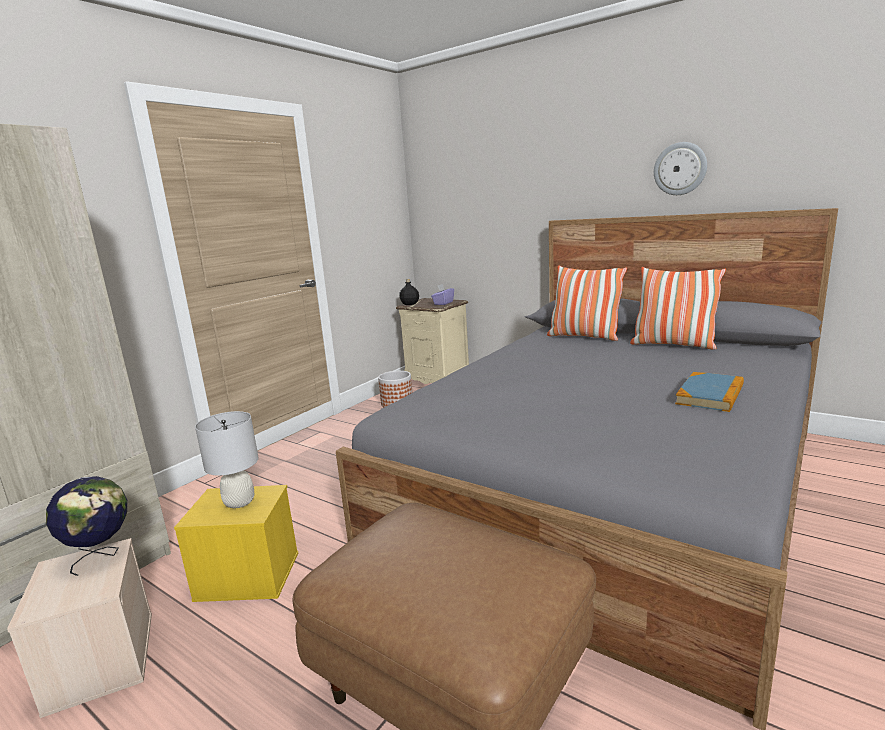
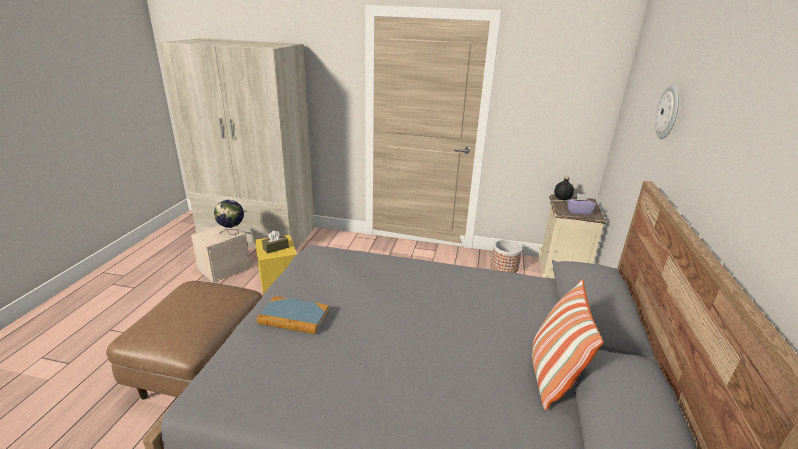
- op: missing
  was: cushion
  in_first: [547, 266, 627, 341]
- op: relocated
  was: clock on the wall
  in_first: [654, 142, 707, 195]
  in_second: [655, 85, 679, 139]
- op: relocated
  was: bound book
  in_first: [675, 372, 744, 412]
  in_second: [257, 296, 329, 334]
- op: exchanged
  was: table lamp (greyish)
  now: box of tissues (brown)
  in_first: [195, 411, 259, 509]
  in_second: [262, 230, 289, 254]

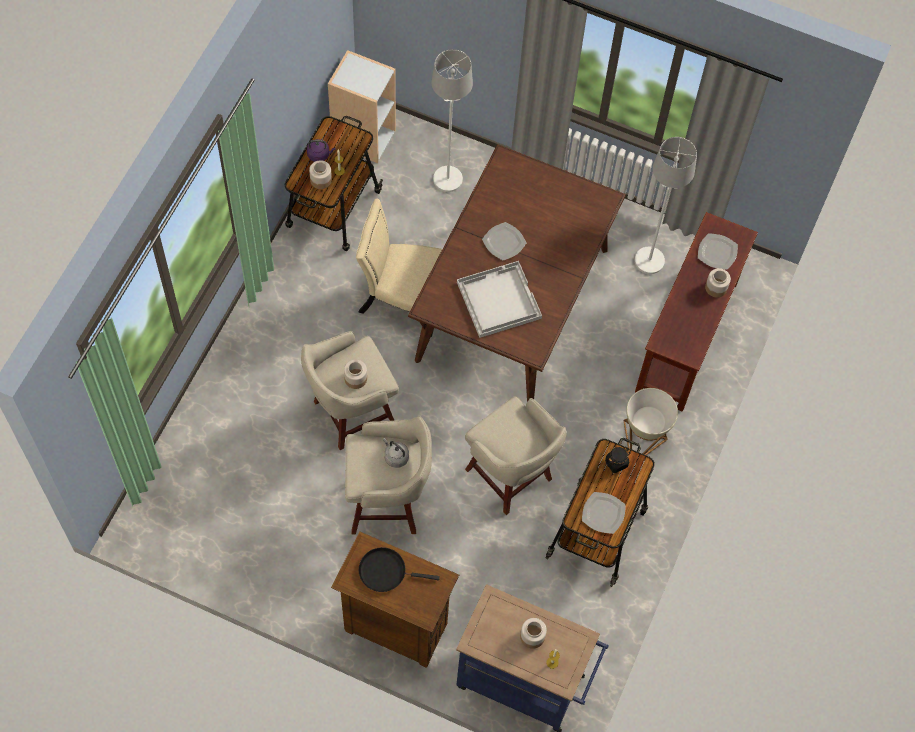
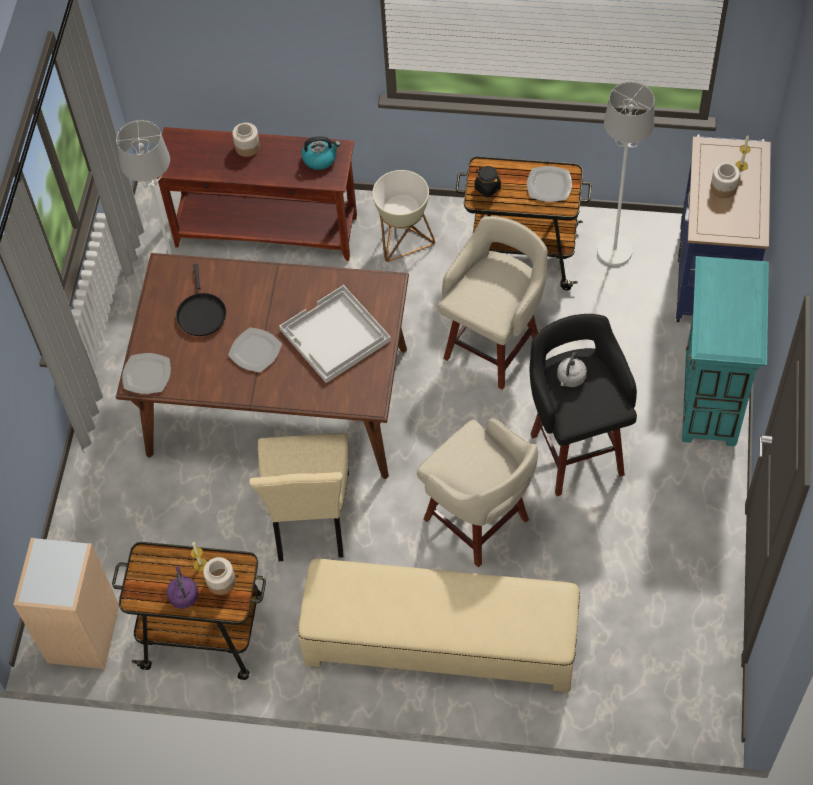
- op: missing
  was: storage jar
  in_first: [344, 360, 367, 389]
- op: appeared
  now: long seat (sand-coloured)
  in_second: [298, 559, 580, 692]
- op: appeared
  now: tea kettle
  in_second: [302, 136, 340, 170]
- op: relocated
  was: skillet (black)
  in_first: [359, 547, 440, 592]
  in_second: [176, 264, 226, 336]
- op: relocated
  was: standard lamp (white)
  in_first: [431, 49, 473, 192]
  in_second: [597, 82, 654, 266]
- op: relocated
  was: dinner plate
  in_first: [698, 233, 738, 270]
  in_second: [122, 353, 171, 394]
- op: colour
  was: cupboard (brown)
  now: cupboard (blue-green)
  in_first: [331, 531, 459, 668]
  in_second: [682, 256, 769, 446]
- op: colour
  was: stool seat (sand-coloured)
  now: stool seat (black)
  in_first: [345, 416, 432, 534]
  in_second: [530, 314, 637, 496]

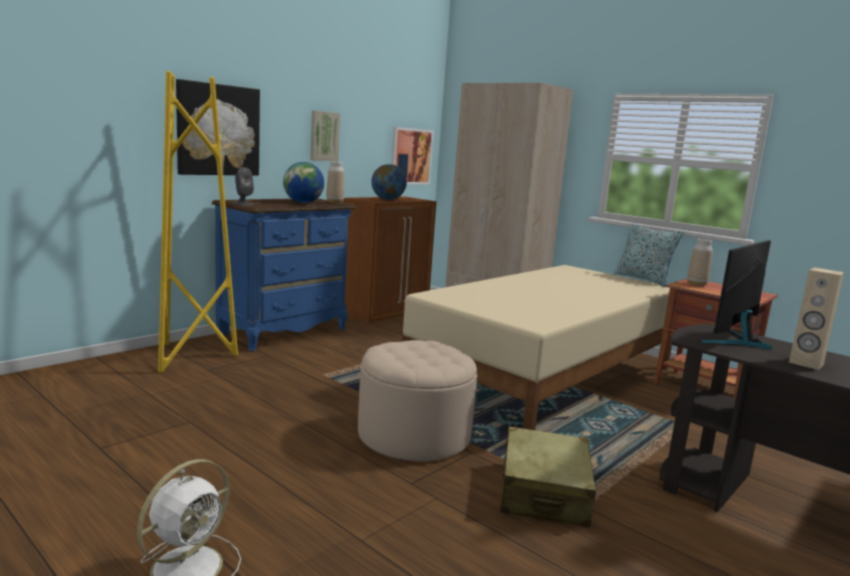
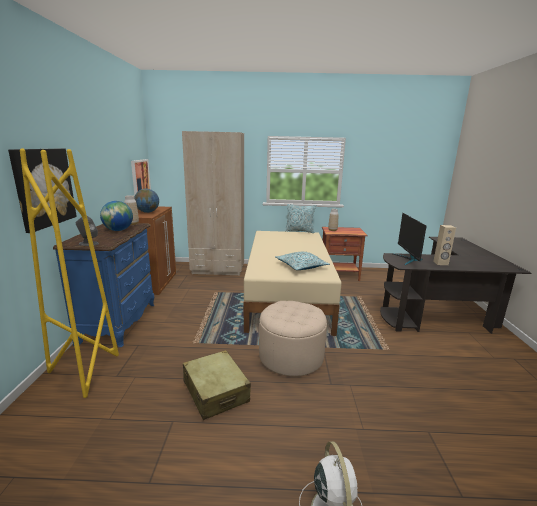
- op: missing
  was: wall picture
  in_first: [310, 111, 340, 161]
- op: appeared
  now: cushion
  in_second: [275, 252, 330, 270]
- op: relocated
  was: travel case (sand-coloured)
  in_first: [500, 426, 596, 528]
  in_second: [183, 350, 251, 420]

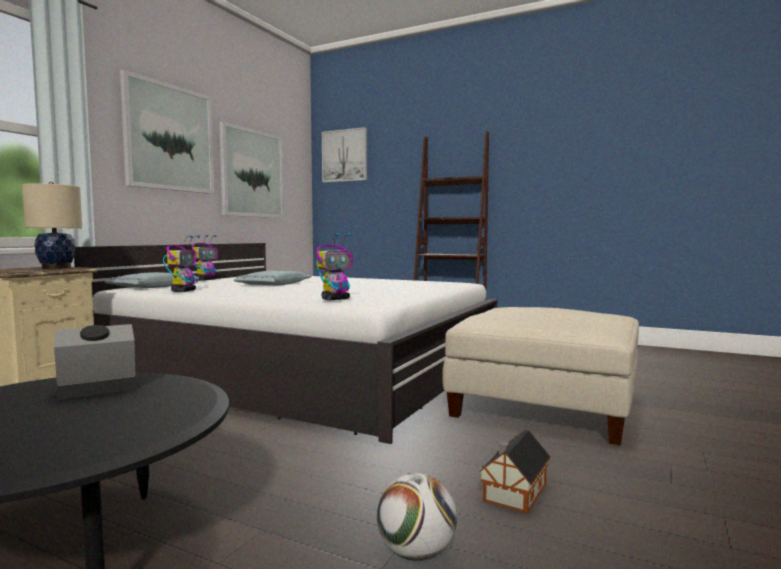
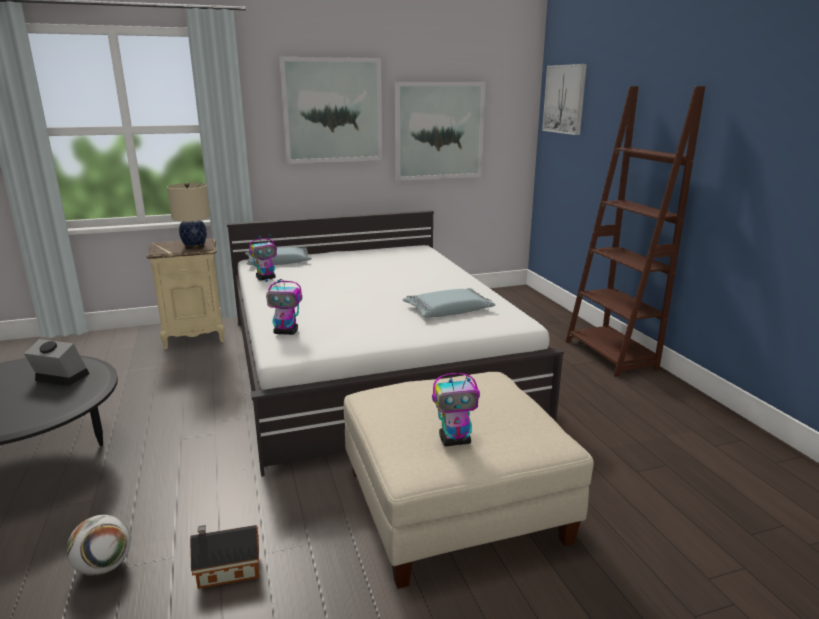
- op: relocated
  was: toy robot
  in_first: [192, 235, 218, 281]
  in_second: [432, 373, 480, 446]
- op: relocated
  was: cushion (bluish)
  in_first: [234, 271, 311, 285]
  in_second: [403, 288, 496, 317]

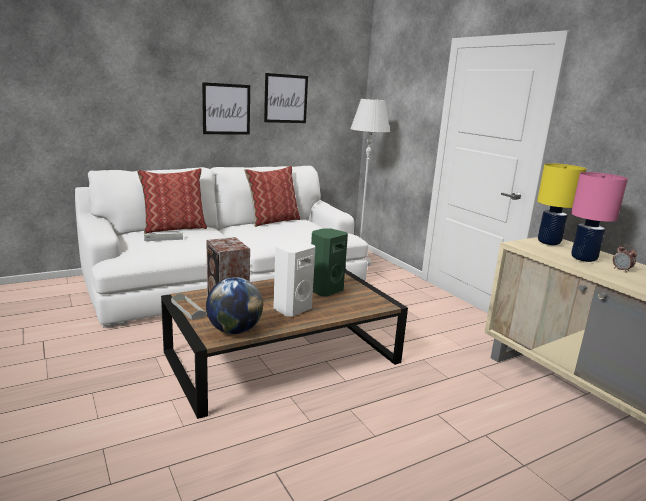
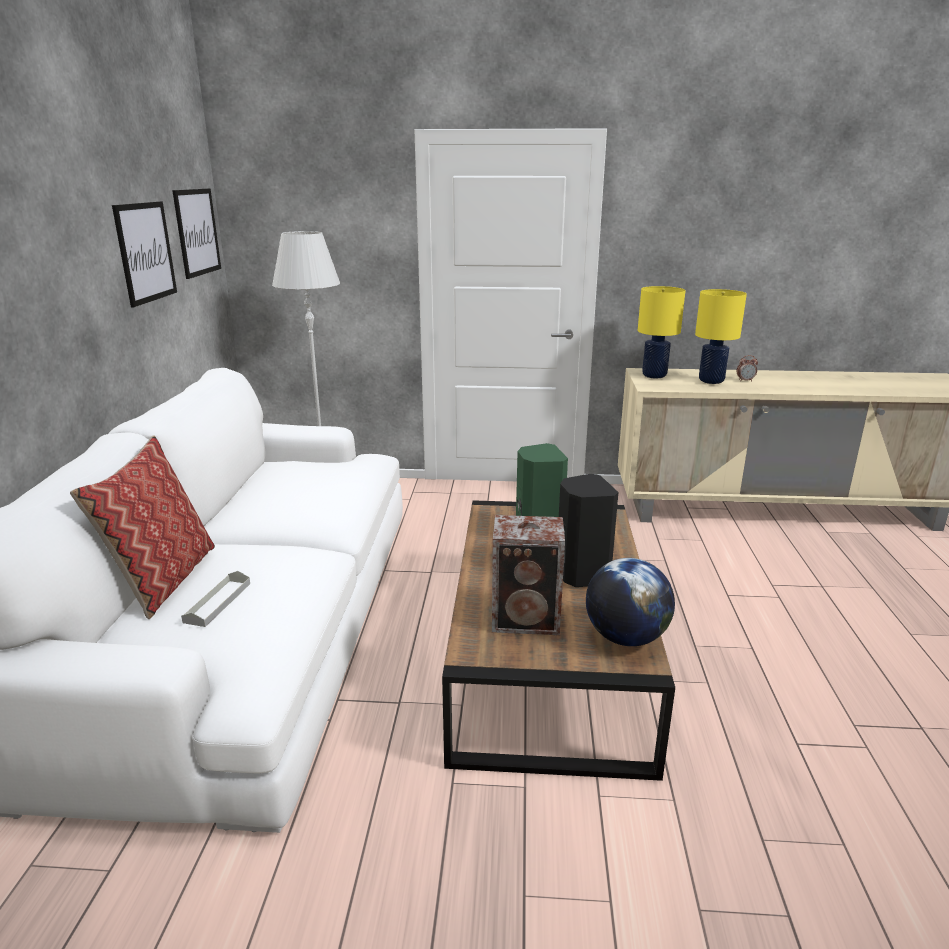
- op: missing
  was: serving tray (greyish)
  in_first: [171, 293, 206, 320]
- op: missing
  was: cushion
  in_first: [244, 166, 300, 227]
- op: relocated
  was: wall picture
  in_first: [202, 82, 250, 135]
  in_second: [172, 188, 221, 279]
- op: colour
  was: audio speaker (white)
  now: audio speaker (black)
  in_first: [273, 241, 315, 316]
  in_second: [559, 474, 618, 587]
- op: colour
  was: table lamp (pinkish)
  now: table lamp (yellow)
  in_first: [571, 172, 628, 262]
  in_second: [695, 289, 747, 384]

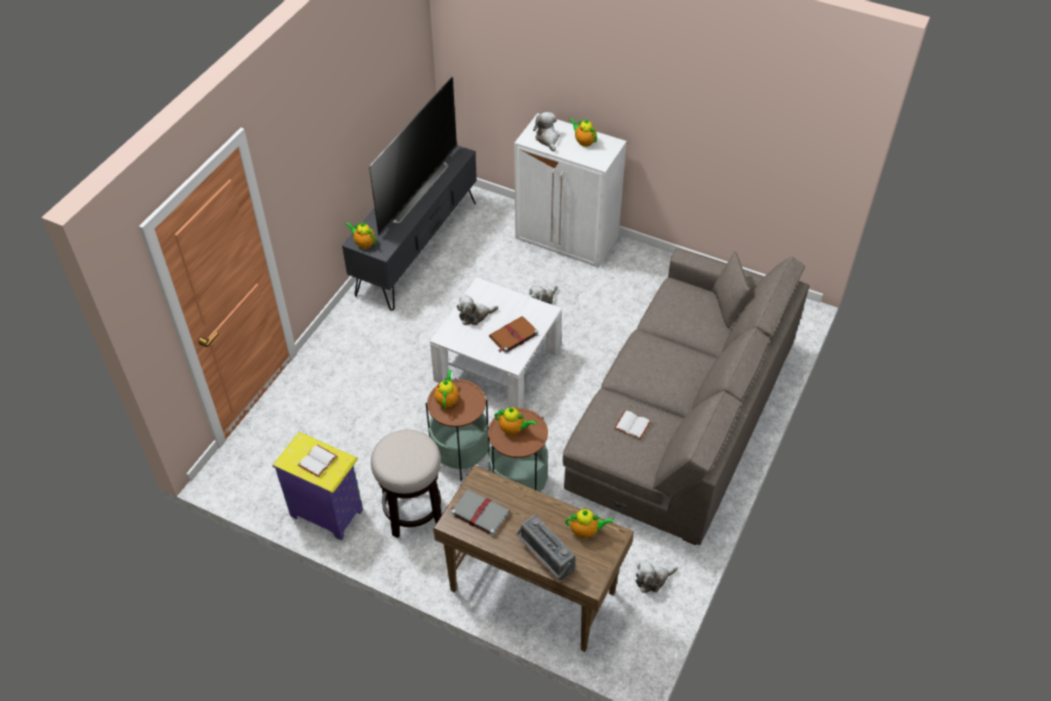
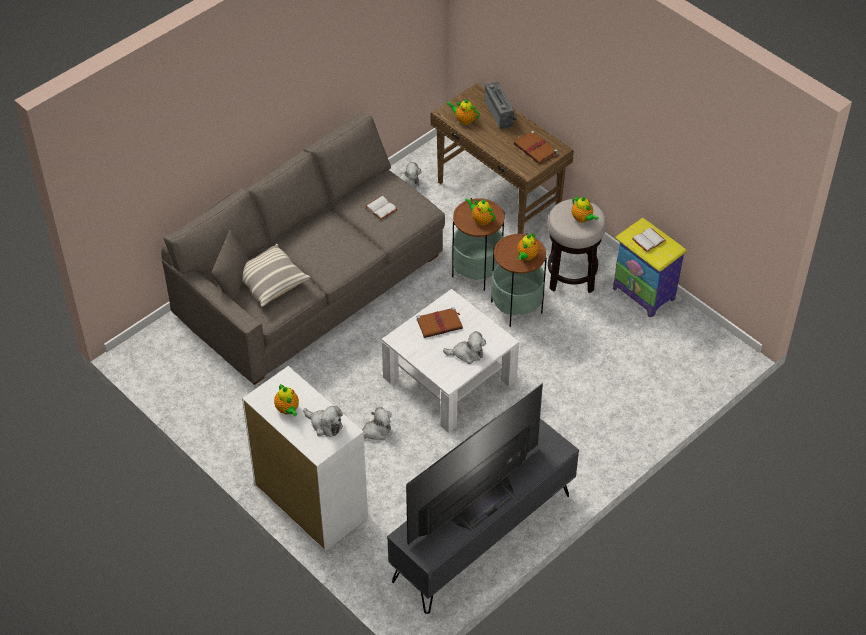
- op: appeared
  now: cushion
  in_second: [242, 244, 311, 307]
- op: relocated
  was: tea pot
  in_first: [345, 222, 377, 249]
  in_second: [572, 196, 599, 223]
- op: colour
  was: bound book (greyish)
  now: bound book (brown)
  in_first: [451, 489, 510, 537]
  in_second: [514, 130, 558, 164]
- op: spun
  was: cuddly toy
  in_first: [533, 112, 559, 152]
  in_second: [303, 406, 343, 437]
  clockwise: -60

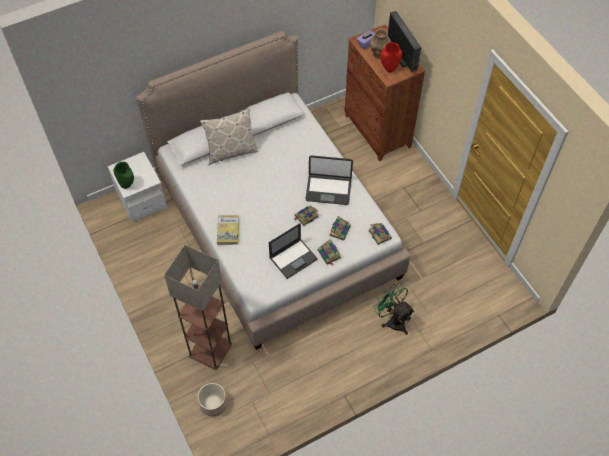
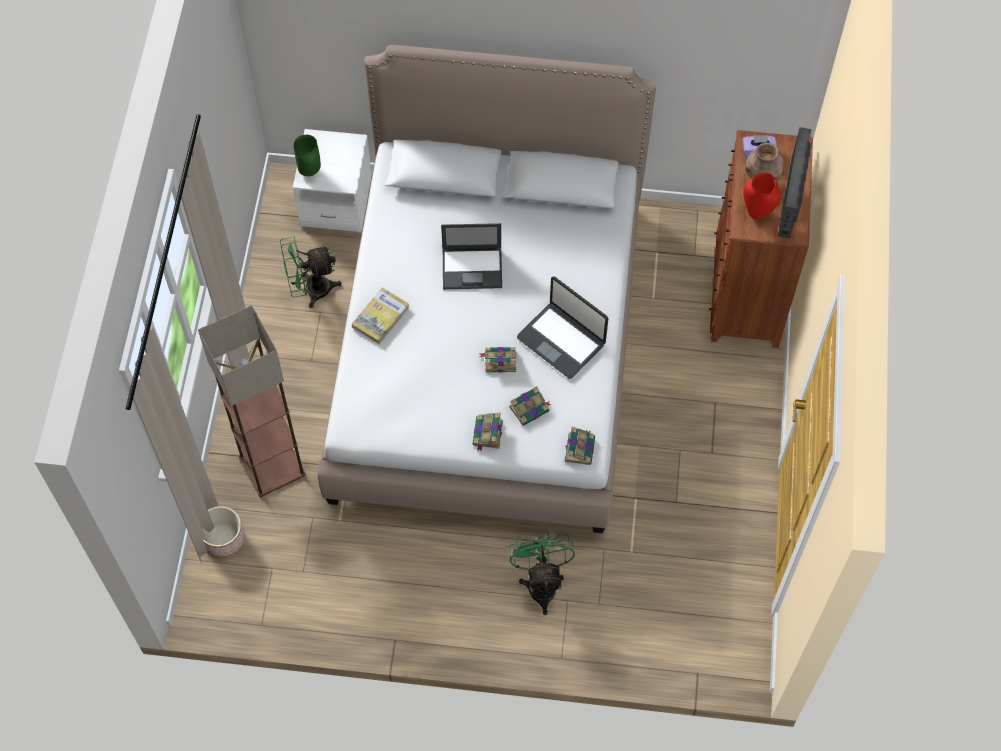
- op: missing
  was: cushion
  in_first: [200, 108, 258, 165]
- op: appeared
  now: fan (green)
  in_second: [280, 236, 342, 308]
- op: relocated
  was: portable computer
  in_first: [269, 223, 318, 279]
  in_second: [441, 223, 502, 289]

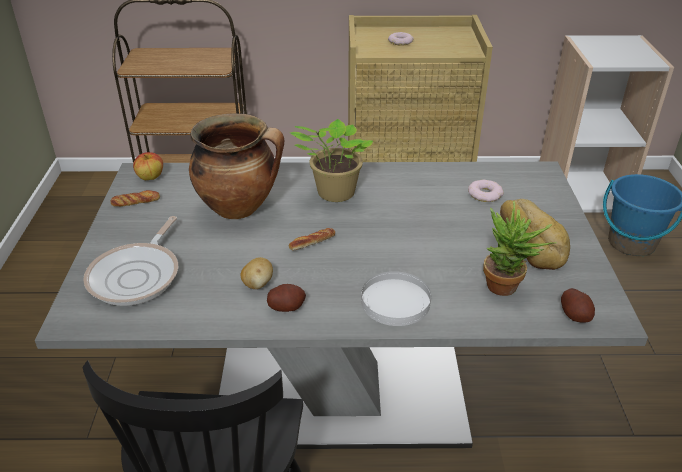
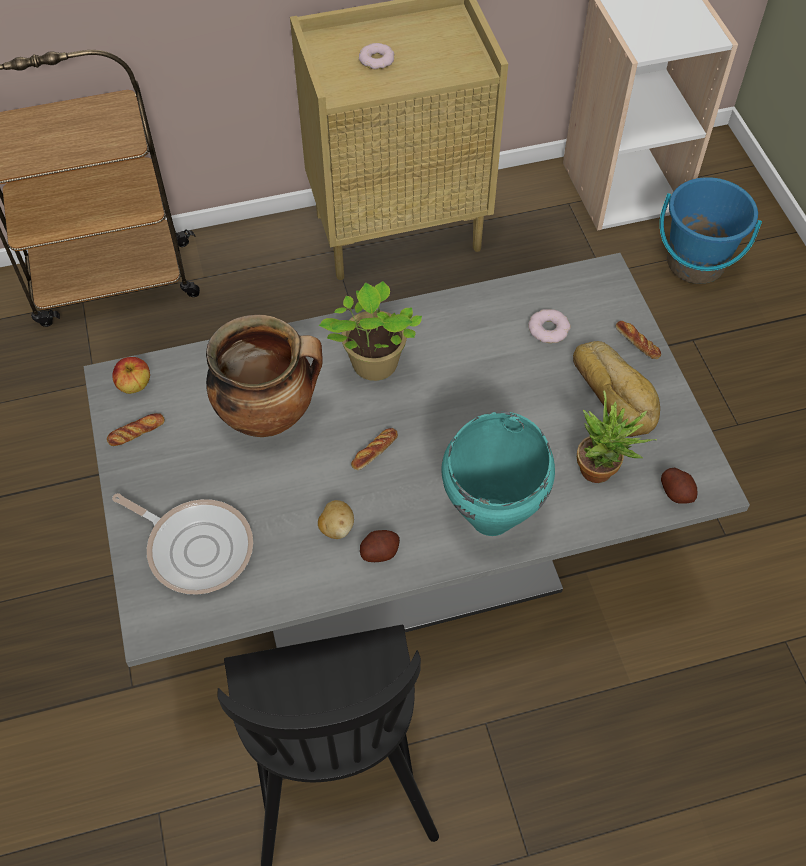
- op: appeared
  now: bread
  in_second: [615, 321, 661, 359]
- op: exchanged
  was: dinner plate (white)
  now: cooking pot (blue-green)
  in_first: [361, 271, 431, 326]
  in_second: [442, 412, 555, 536]
- op: spun
  was: skillet
  in_first: [83, 216, 178, 306]
  in_second: [112, 493, 253, 595]
  clockwise: -60

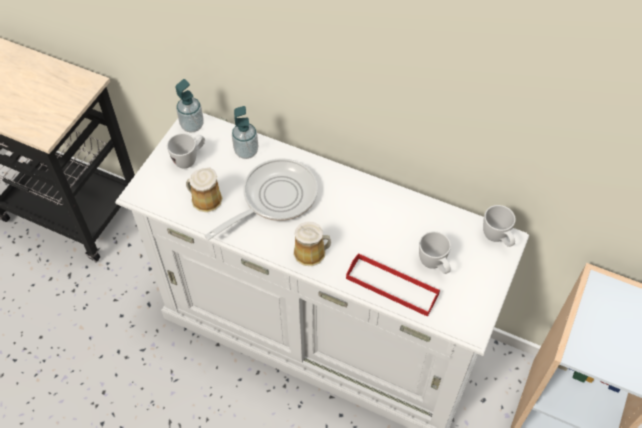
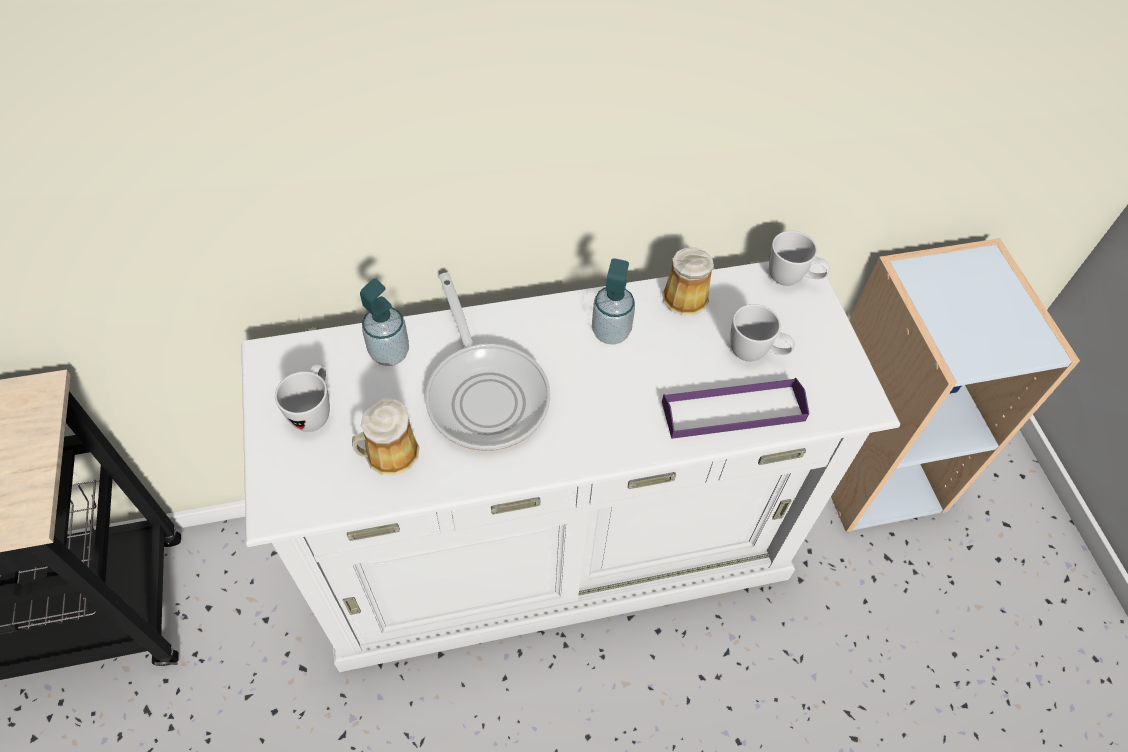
- op: relocated
  was: soap bottle
  in_first: [176, 79, 204, 132]
  in_second: [592, 258, 635, 344]
- op: relocated
  was: tea mug
  in_first: [293, 221, 331, 266]
  in_second: [662, 248, 714, 315]
- op: colour
  was: serving tray (reddish)
  now: serving tray (purple-coloured)
  in_first: [346, 253, 440, 317]
  in_second: [662, 378, 809, 439]
- op: spun
  was: skillet
  in_first: [204, 158, 318, 240]
  in_second: [425, 272, 550, 451]
  clockwise: 150

